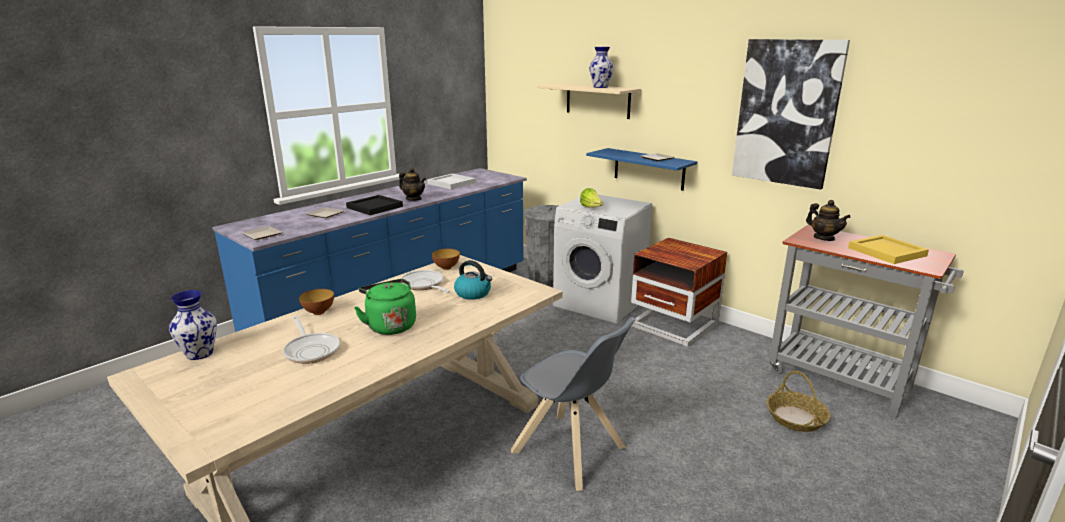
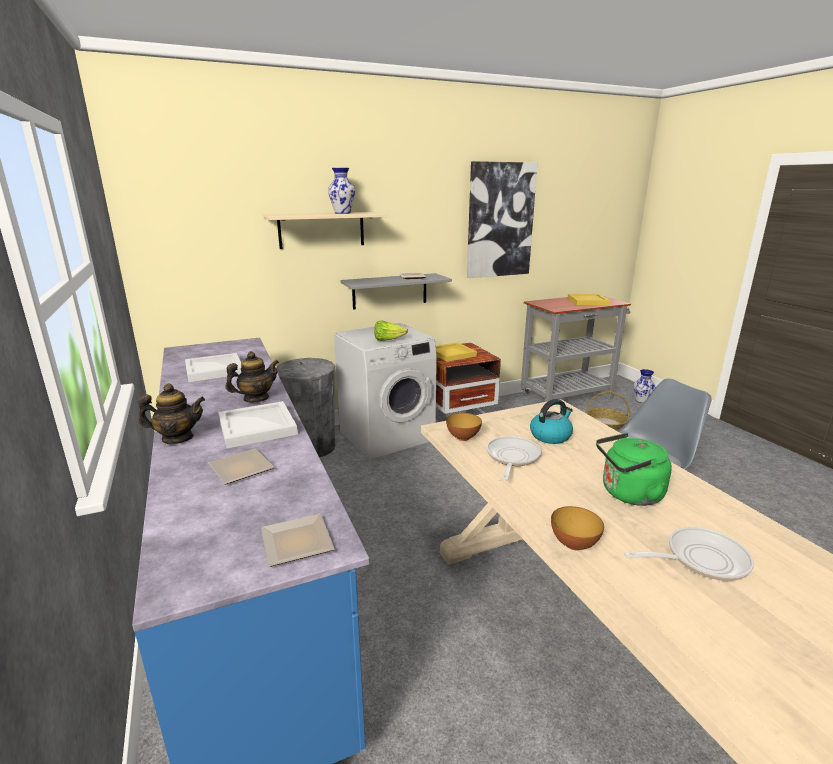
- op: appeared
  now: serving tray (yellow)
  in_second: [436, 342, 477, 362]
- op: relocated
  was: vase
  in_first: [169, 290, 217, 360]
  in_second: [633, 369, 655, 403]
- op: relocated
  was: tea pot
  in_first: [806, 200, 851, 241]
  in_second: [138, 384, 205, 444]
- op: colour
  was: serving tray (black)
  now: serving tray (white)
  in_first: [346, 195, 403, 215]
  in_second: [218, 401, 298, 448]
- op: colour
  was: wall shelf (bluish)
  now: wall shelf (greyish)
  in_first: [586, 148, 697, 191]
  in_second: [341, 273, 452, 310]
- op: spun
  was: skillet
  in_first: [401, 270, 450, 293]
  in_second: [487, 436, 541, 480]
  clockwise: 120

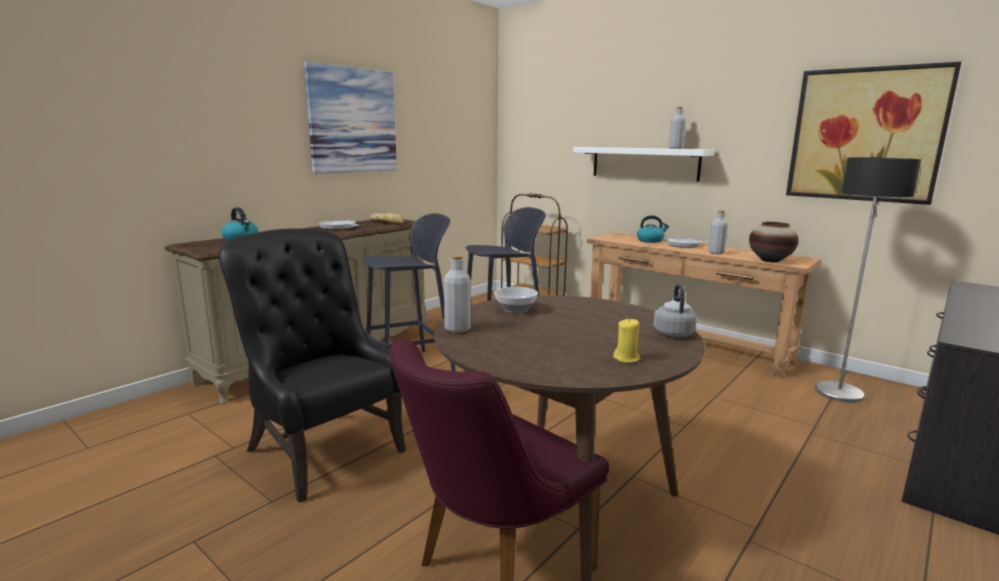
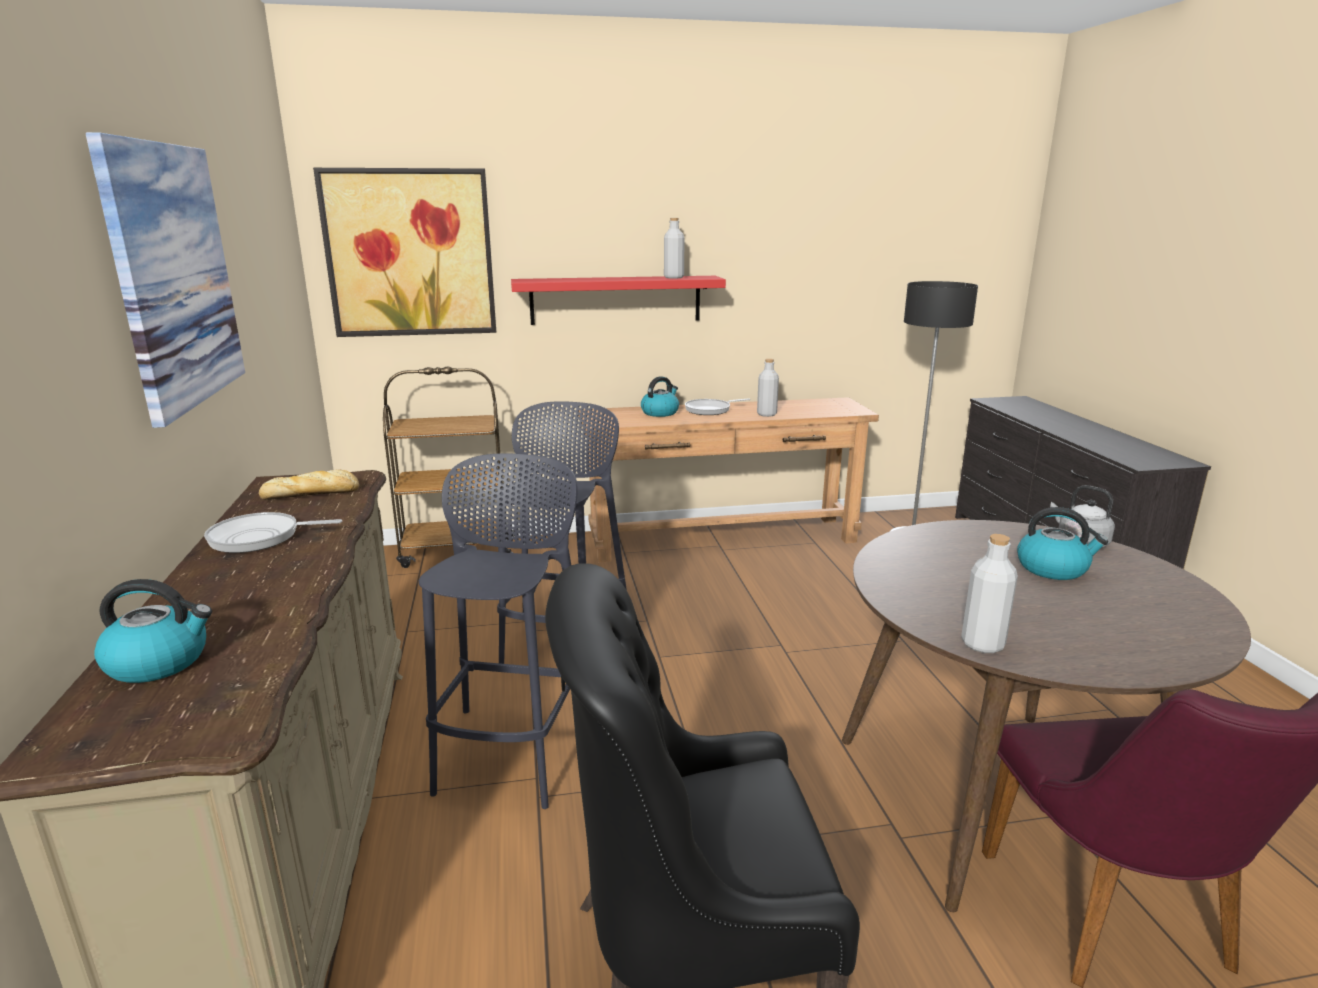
- op: missing
  was: deep dish
  in_first: [494, 287, 538, 313]
- op: missing
  was: candle (yellow)
  in_first: [613, 318, 640, 363]
- op: missing
  was: vase
  in_first: [749, 222, 799, 263]
- op: appeared
  now: tea kettle
  in_second: [1017, 507, 1108, 580]
- op: relocated
  was: wall picture
  in_first: [786, 62, 961, 205]
  in_second: [313, 168, 496, 337]
- op: colour
  was: wall shelf (white)
  now: wall shelf (reddish)
  in_first: [573, 147, 715, 182]
  in_second: [511, 276, 726, 325]

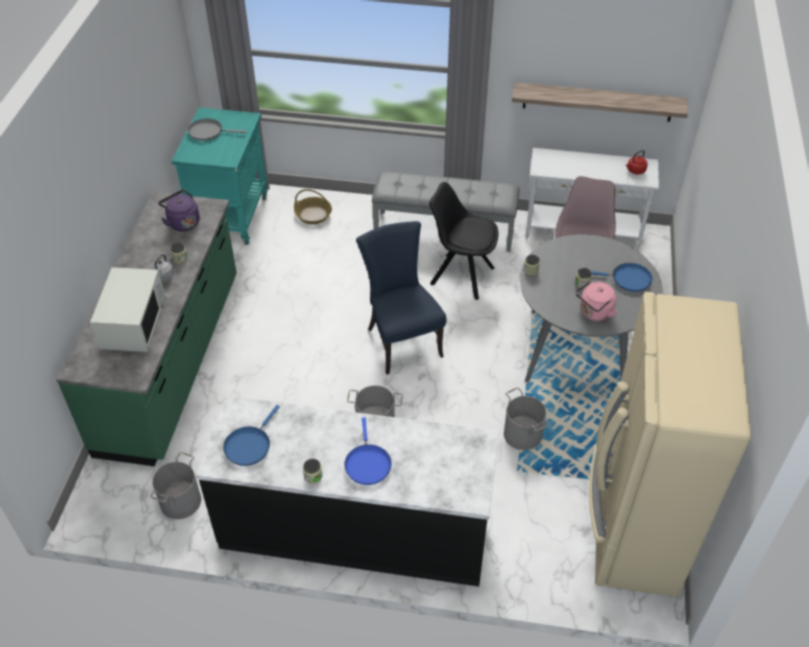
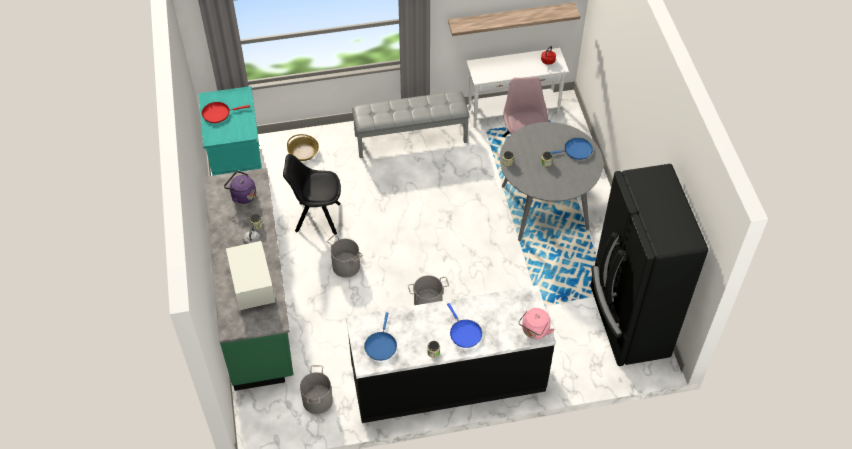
- op: missing
  was: chair (bluish)
  in_first: [356, 221, 447, 375]
- op: relocated
  was: chair (black)
  in_first: [429, 182, 498, 300]
  in_second: [283, 154, 341, 235]
- op: relocated
  was: water bucket (greyish)
  in_first: [504, 387, 549, 450]
  in_second: [327, 235, 363, 278]
- op: relocated
  was: tea kettle (pinkish)
  in_first: [576, 281, 617, 321]
  in_second: [519, 308, 555, 339]
- op: colour
  was: skillet (greyish)
  now: skillet (reddish)
  in_first: [188, 119, 247, 141]
  in_second: [202, 102, 250, 123]
- op: colour
  was: fridge (sand-coloured)
  now: fridge (black)
  in_first: [589, 292, 751, 597]
  in_second: [591, 164, 708, 366]

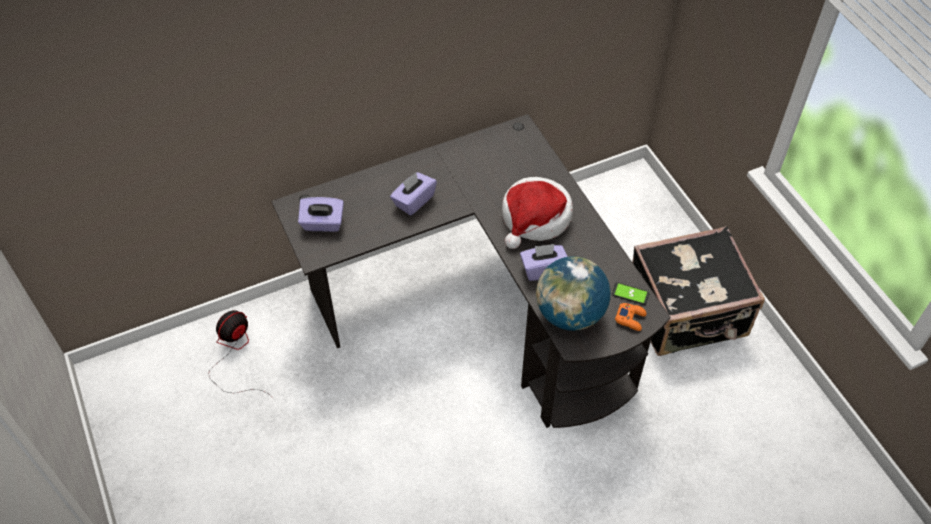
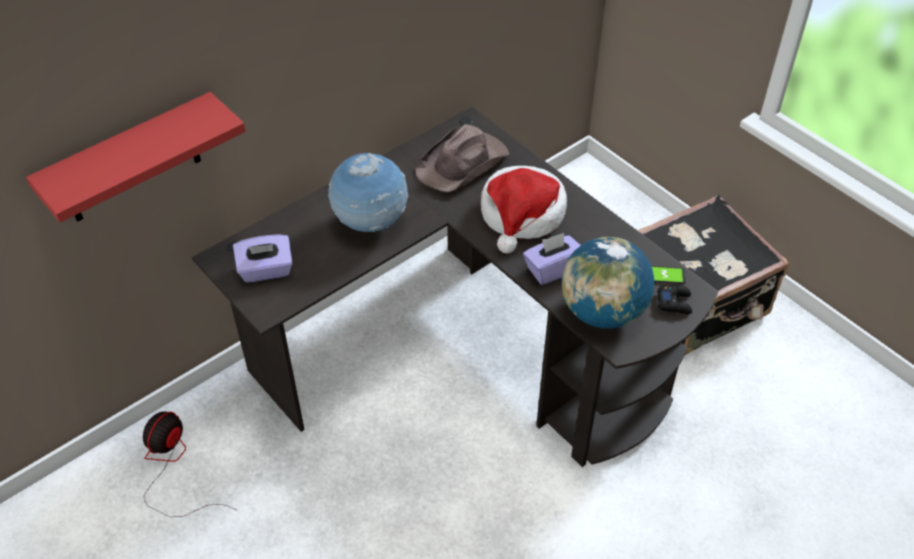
- op: appeared
  now: wall shelf (reddish)
  in_second: [26, 92, 246, 222]
- op: appeared
  now: clothing hat (brown)
  in_second: [415, 124, 509, 192]
- op: exchanged
  was: box of tissues (purple-coloured)
  now: desk globe
  in_first: [390, 172, 437, 215]
  in_second: [328, 153, 408, 232]
- op: colour
  was: game controller (orangey)
  now: game controller (black)
  in_first: [615, 303, 647, 331]
  in_second: [657, 285, 692, 314]

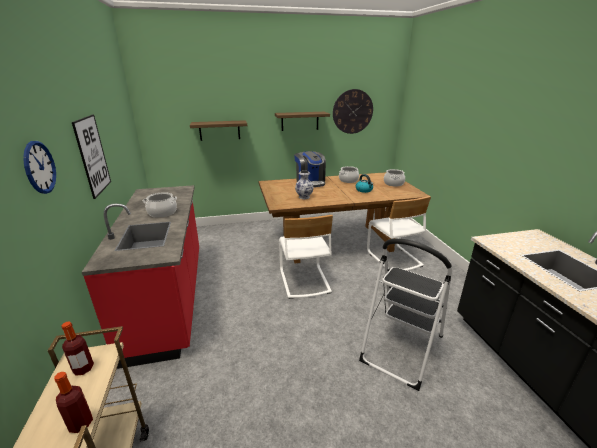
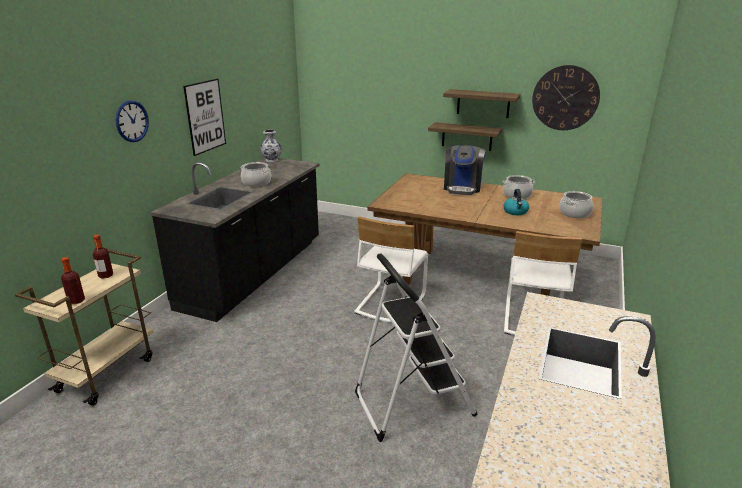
- op: relocated
  was: wall shelf
  in_first: [190, 120, 247, 141]
  in_second: [428, 122, 502, 151]
- op: relocated
  was: vase
  in_first: [295, 171, 314, 199]
  in_second: [260, 130, 282, 162]
- op: colour
  was: kitchen counter (reddish)
  now: kitchen counter (black)
  in_first: [82, 185, 199, 369]
  in_second: [150, 158, 320, 322]

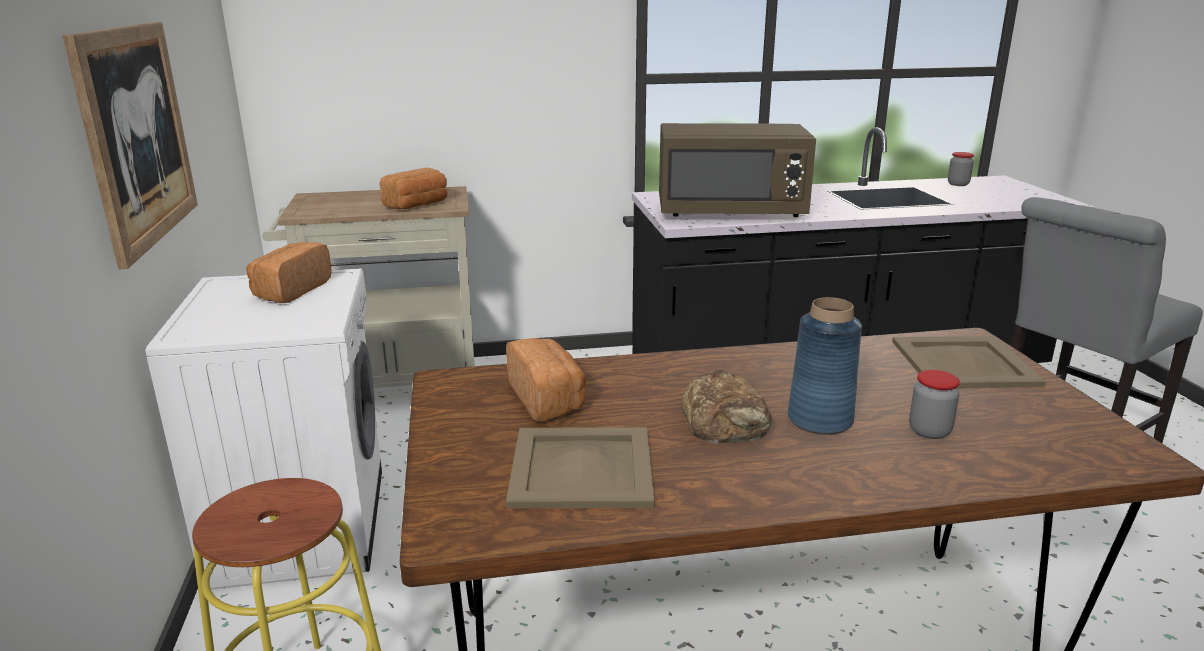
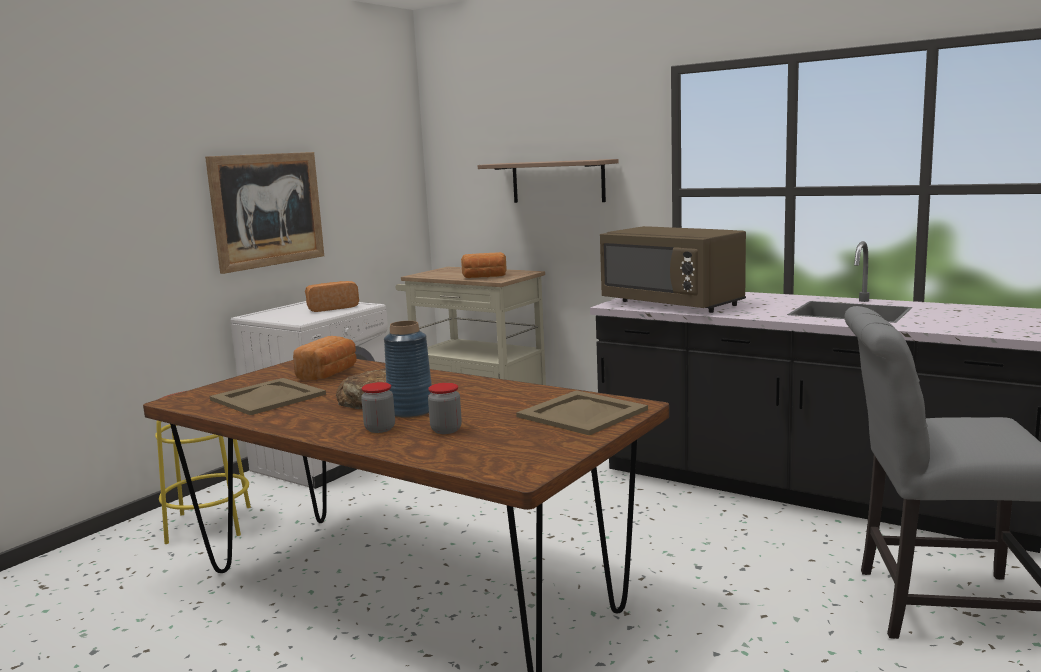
- op: appeared
  now: wall shelf
  in_second: [478, 159, 619, 203]
- op: relocated
  was: storage jar
  in_first: [948, 152, 974, 186]
  in_second: [361, 382, 395, 433]

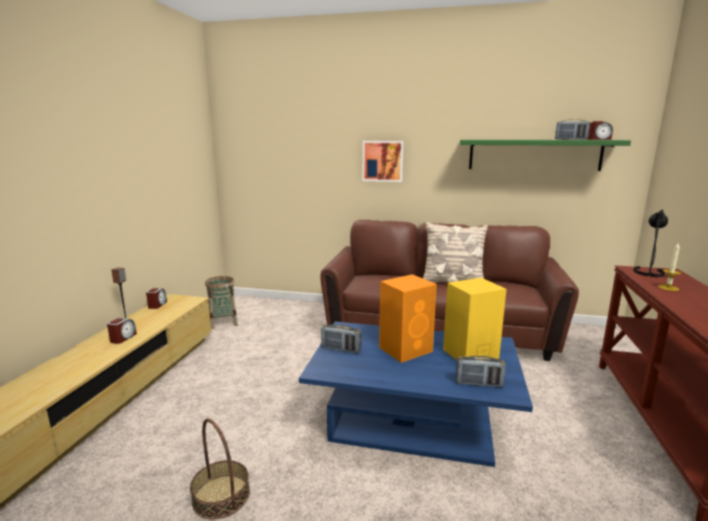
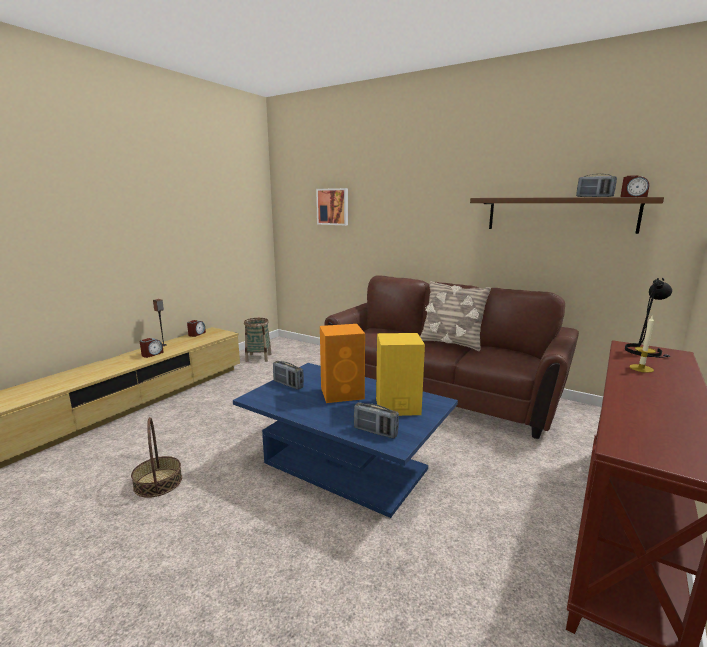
- op: relocated
  was: wall picture
  in_first: [363, 141, 403, 182]
  in_second: [316, 188, 348, 226]
- op: colour
  was: wall shelf (green)
  now: wall shelf (brown)
  in_first: [460, 140, 631, 171]
  in_second: [470, 197, 664, 234]

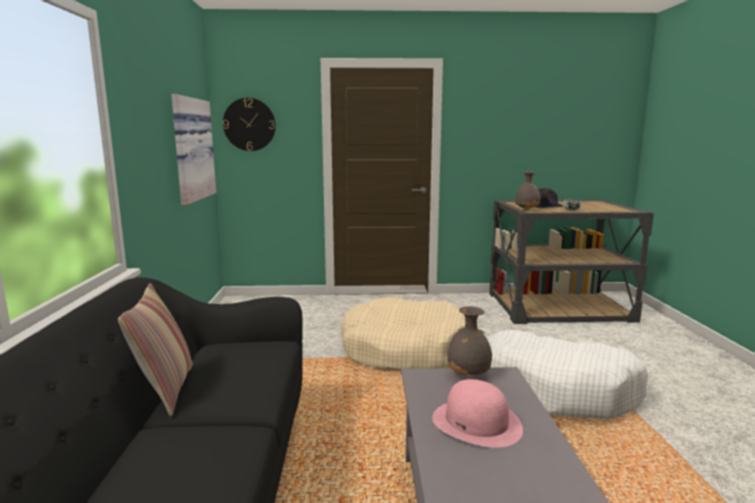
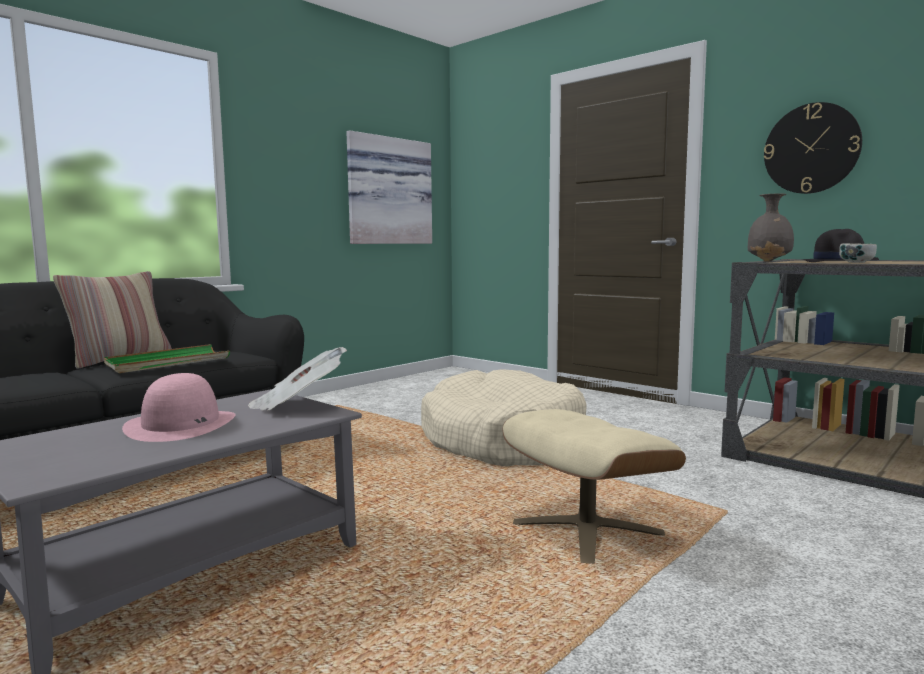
- op: appeared
  now: serving tray (green)
  in_second: [104, 344, 230, 373]
- op: relocated
  was: clock on the wall
  in_first: [223, 98, 276, 151]
  in_second: [764, 102, 862, 194]
- op: exchanged
  was: vase (greyish)
  now: newspaper
  in_first: [447, 306, 492, 376]
  in_second: [248, 347, 347, 411]
- op: exchanged
  was: dog cushion (white)
  now: footrest (sand-coloured)
  in_first: [488, 330, 648, 420]
  in_second: [503, 409, 686, 564]

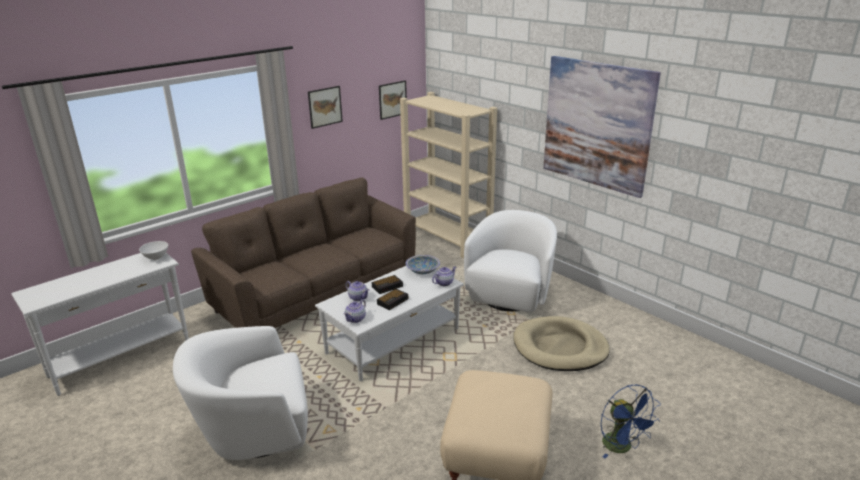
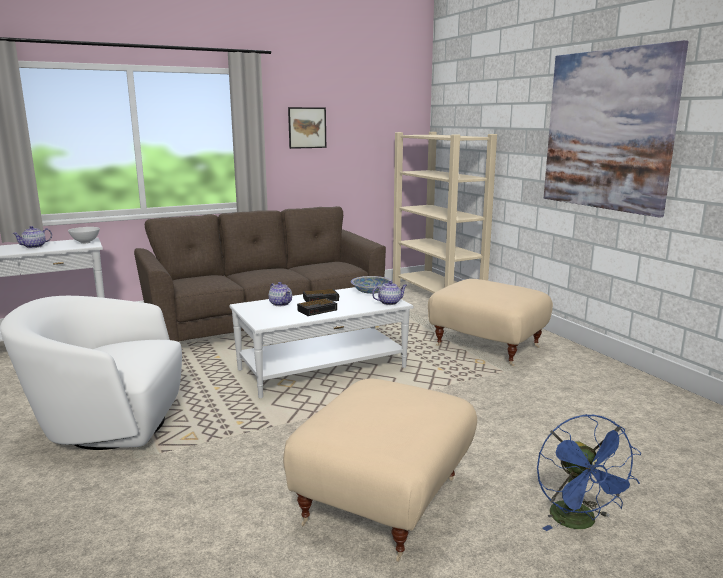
- op: missing
  was: wall picture
  in_first: [379, 80, 407, 120]
- op: missing
  was: dog cushion (sand-coloured)
  in_first: [514, 316, 610, 371]
- op: relocated
  was: tea pot
  in_first: [344, 299, 366, 323]
  in_second: [12, 226, 52, 248]
- op: exchanged
  was: armchair (white)
  now: footrest (sand-coloured)
  in_first: [464, 210, 557, 313]
  in_second: [428, 279, 553, 367]

